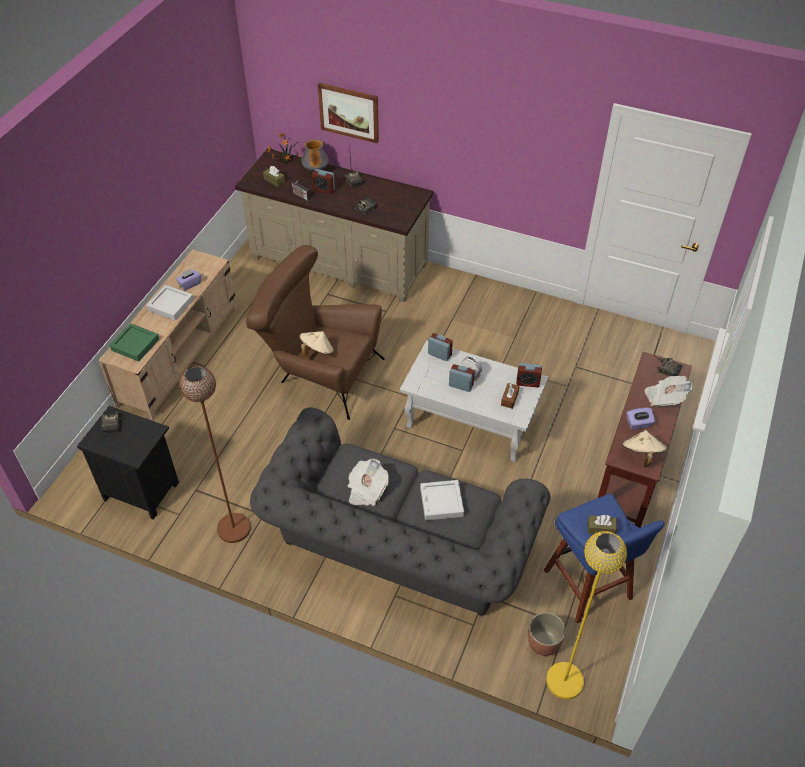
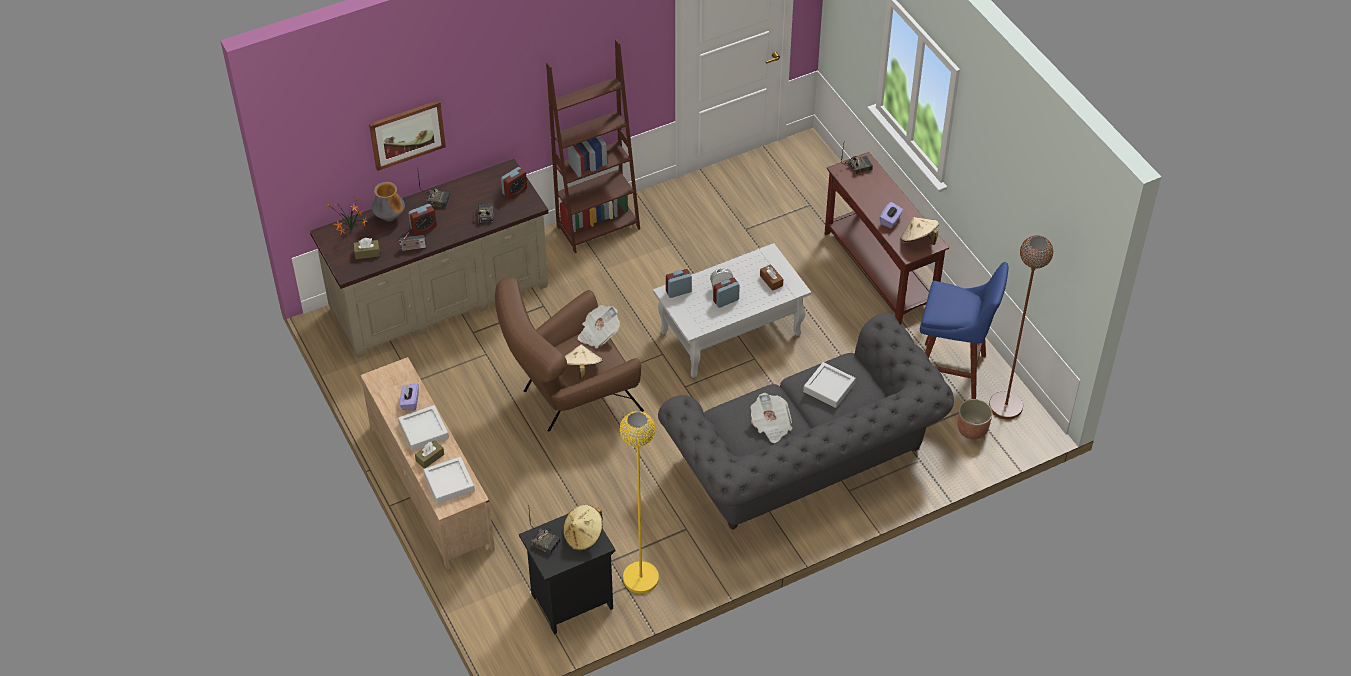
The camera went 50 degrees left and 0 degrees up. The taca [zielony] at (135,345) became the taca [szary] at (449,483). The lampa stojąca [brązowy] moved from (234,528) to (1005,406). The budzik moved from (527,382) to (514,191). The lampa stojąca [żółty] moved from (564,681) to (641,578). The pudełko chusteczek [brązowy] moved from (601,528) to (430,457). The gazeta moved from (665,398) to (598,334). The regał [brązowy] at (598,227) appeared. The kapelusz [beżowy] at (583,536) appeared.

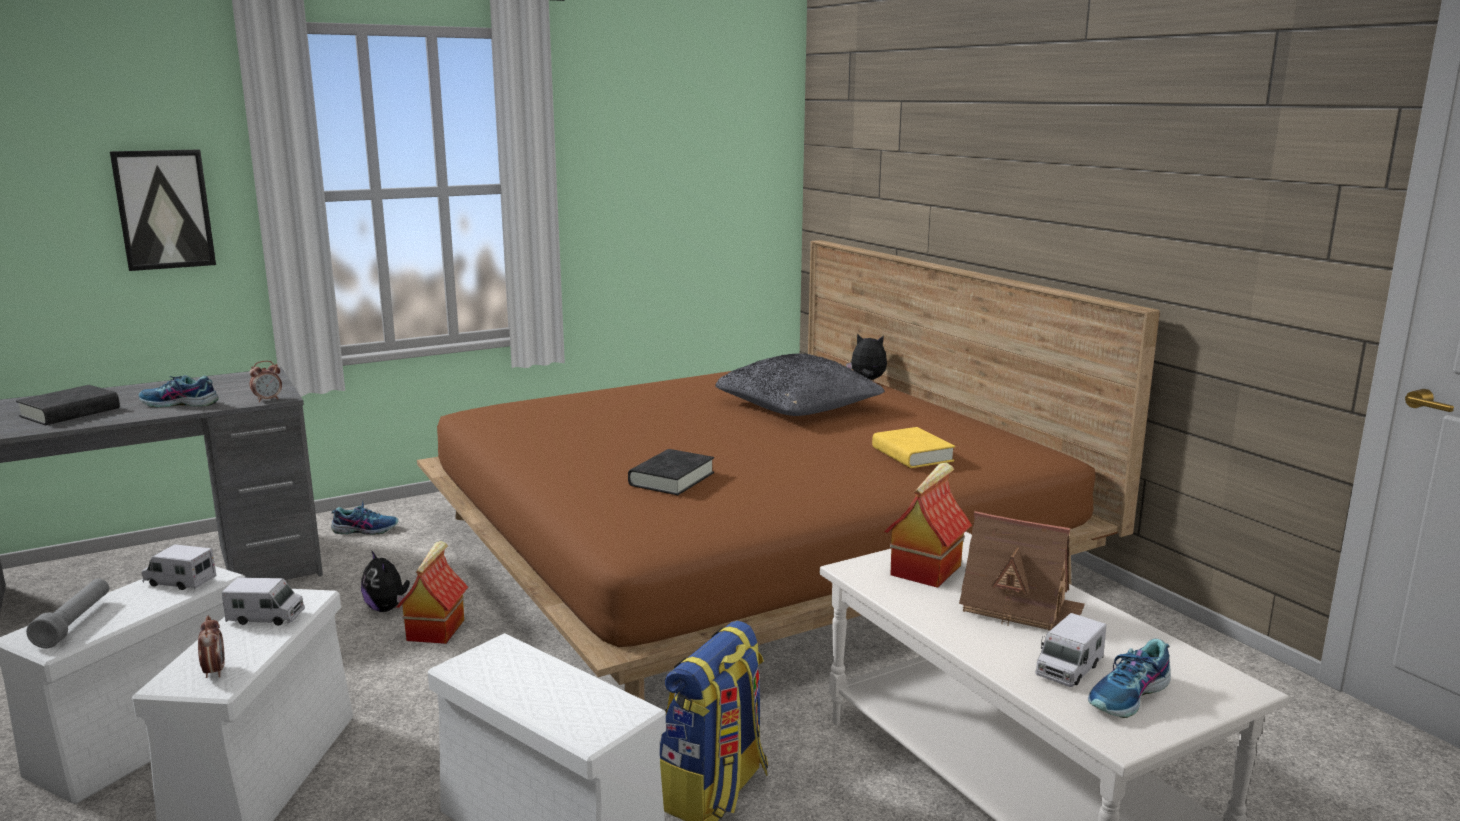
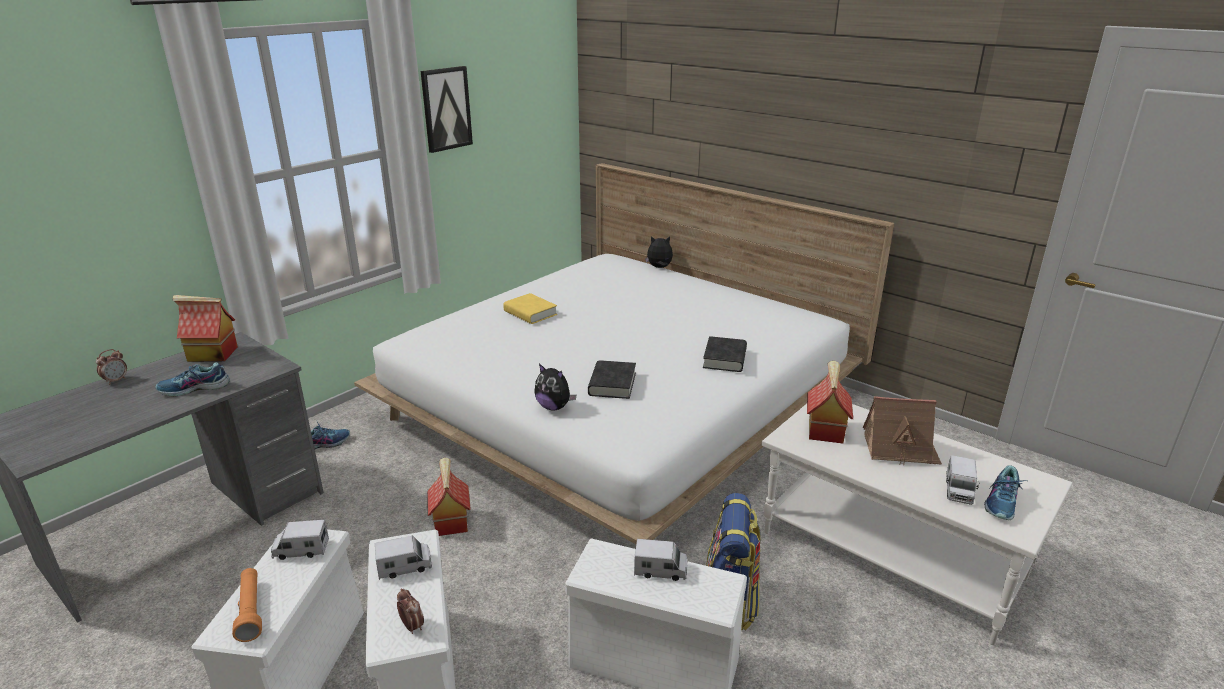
The camera went 20 degrees left and 10 degrees up. The książka [czarny] moved from (70,412) to (724,359). The latarka [szary] at (75,623) became the latarka [pomarańczowy] at (250,611). The obraz moved from (164,209) to (446,109). The budzik moved from (268,399) to (116,380). The pluszak moved from (387,608) to (554,407). The łóżko [brązowy] at (744,550) became the łóżko [biały] at (618,408). The poduszka [szary] at (798,406) disappeared. The książka [żółty] moved from (912,454) to (530,313). The domek at (211,354) appeared. The ciężarówka zabawkowa at (660,570) appeared.

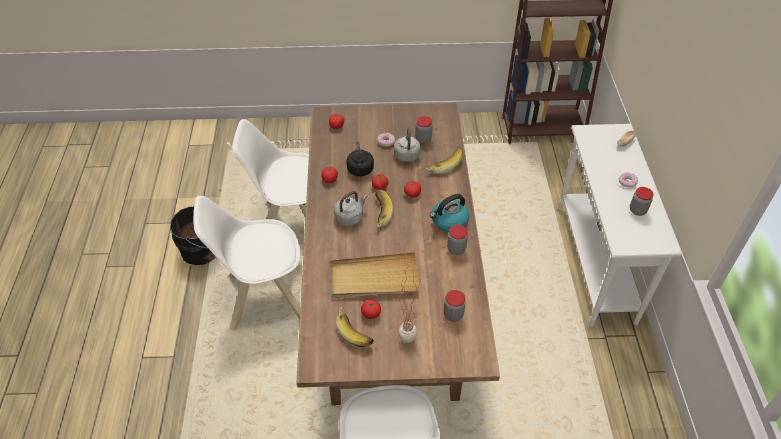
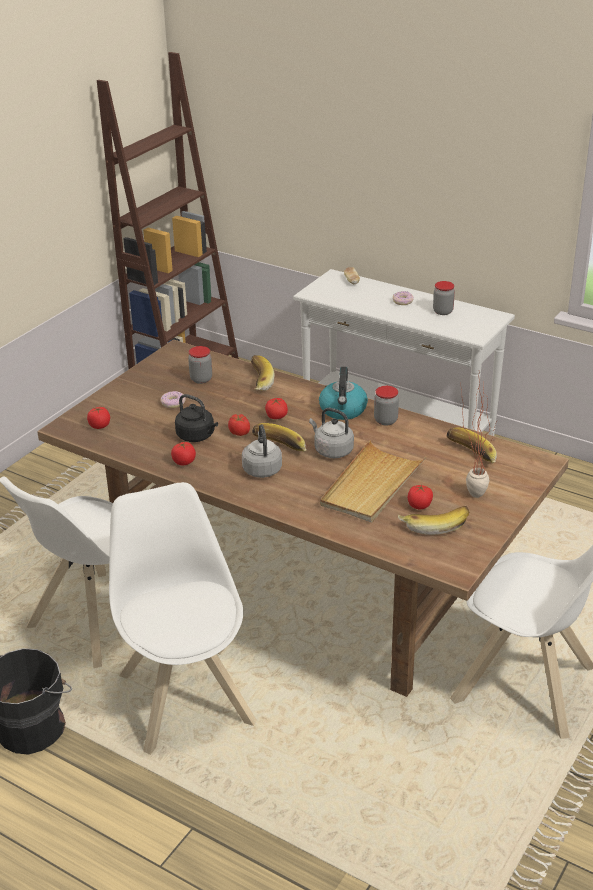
The camera went 55 degrees left and 15 degrees down. The krzesło [biały] at (264,297) turned 135 degrees clockwise. The czajnik [szary] moved from (407,154) to (331,450). The słoik at (453,314) was replaced by the banan at (470,455).

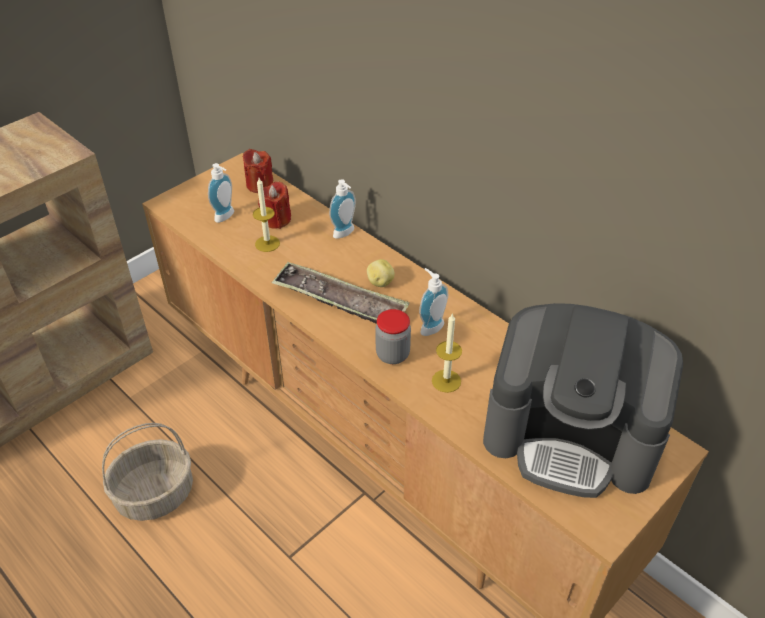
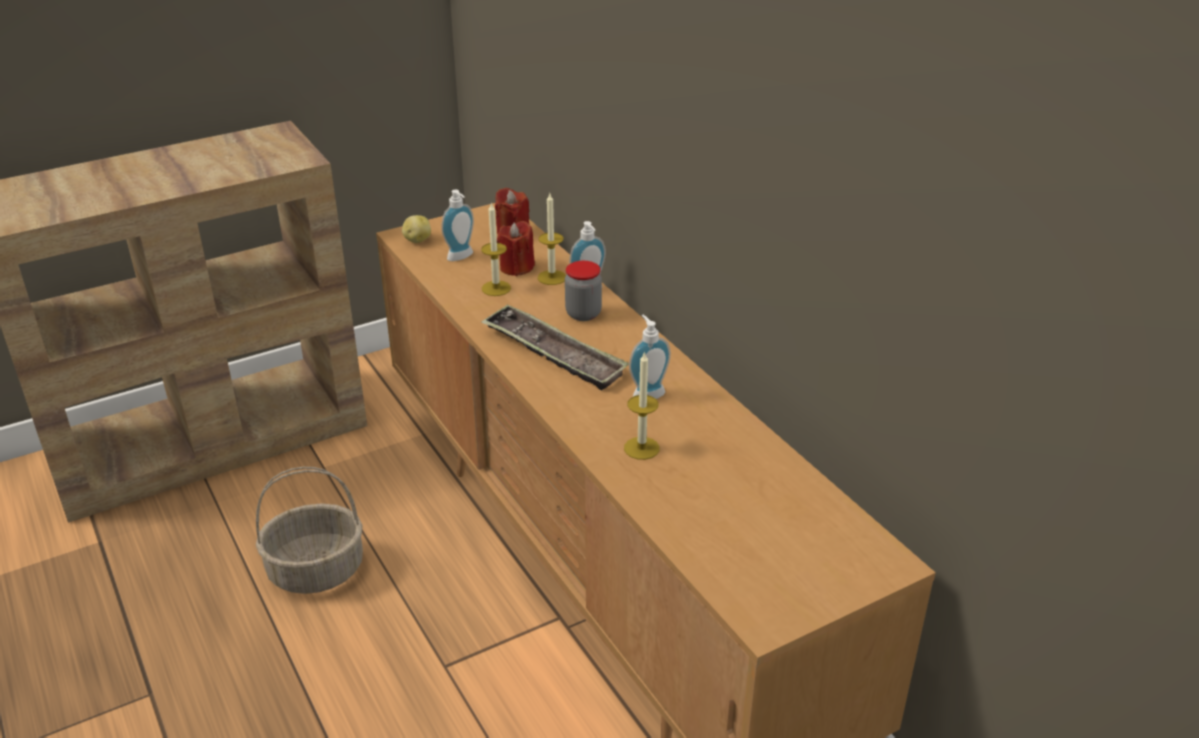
The camera went 15 degrees right and 10 degrees down. The ziemniak moved from (380,282) to (417,240). The słoik moved from (392,354) to (583,314). The ekspres do kawy at (571,434) disappeared. The świeca at (552,277) appeared.

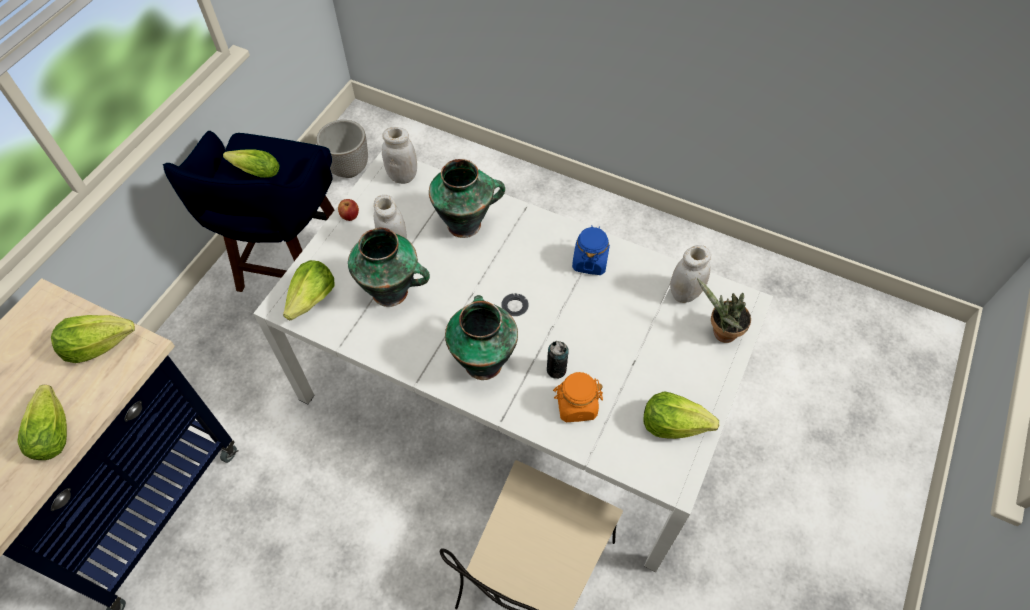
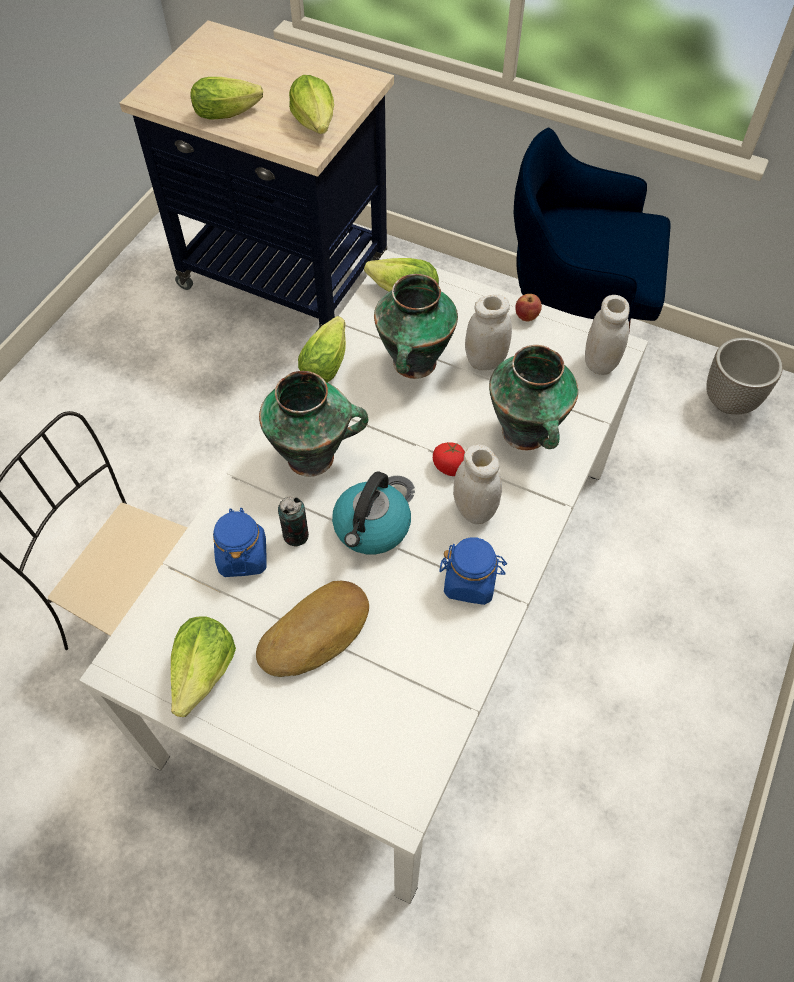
The camera went 90 degrees right and 0 degrees up. The sałata moved from (254,171) to (327,360). The słoik [pomarańczowy] at (576,406) became the słoik [niebieski] at (243,556). The słoik [biały] moved from (685,293) to (474,509). The roślina doniczkowa at (720,333) disappeared. The chleb at (317,634) appeared. The czajnik at (371,528) appeared. The pomidor at (449,467) appeared.

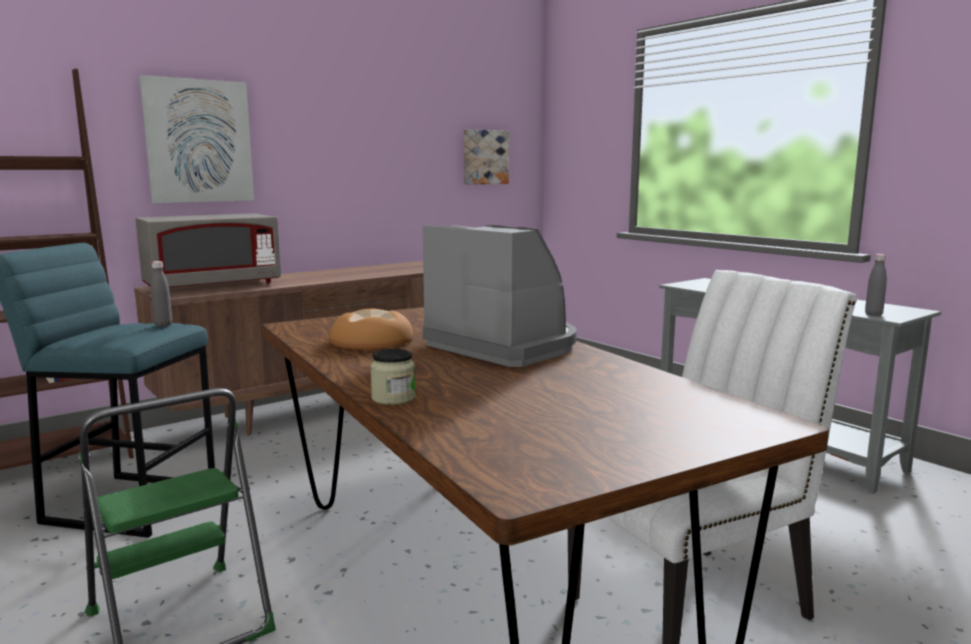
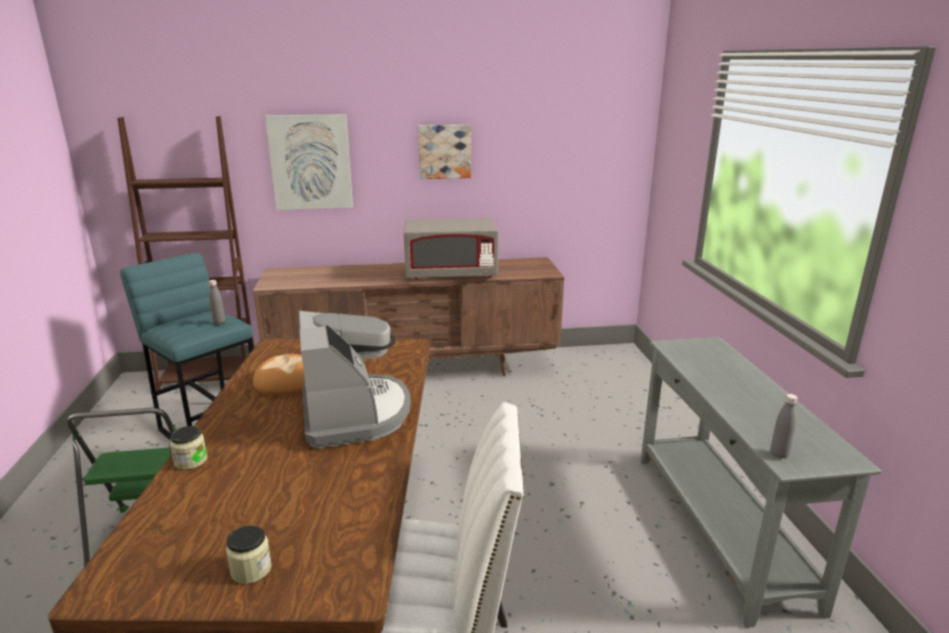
The camera went 30 degrees right and 10 degrees up. The mikrofalówka [szary] moved from (212,285) to (451,274). The obraz moved from (484,157) to (444,151). The słoik at (251,570) appeared.

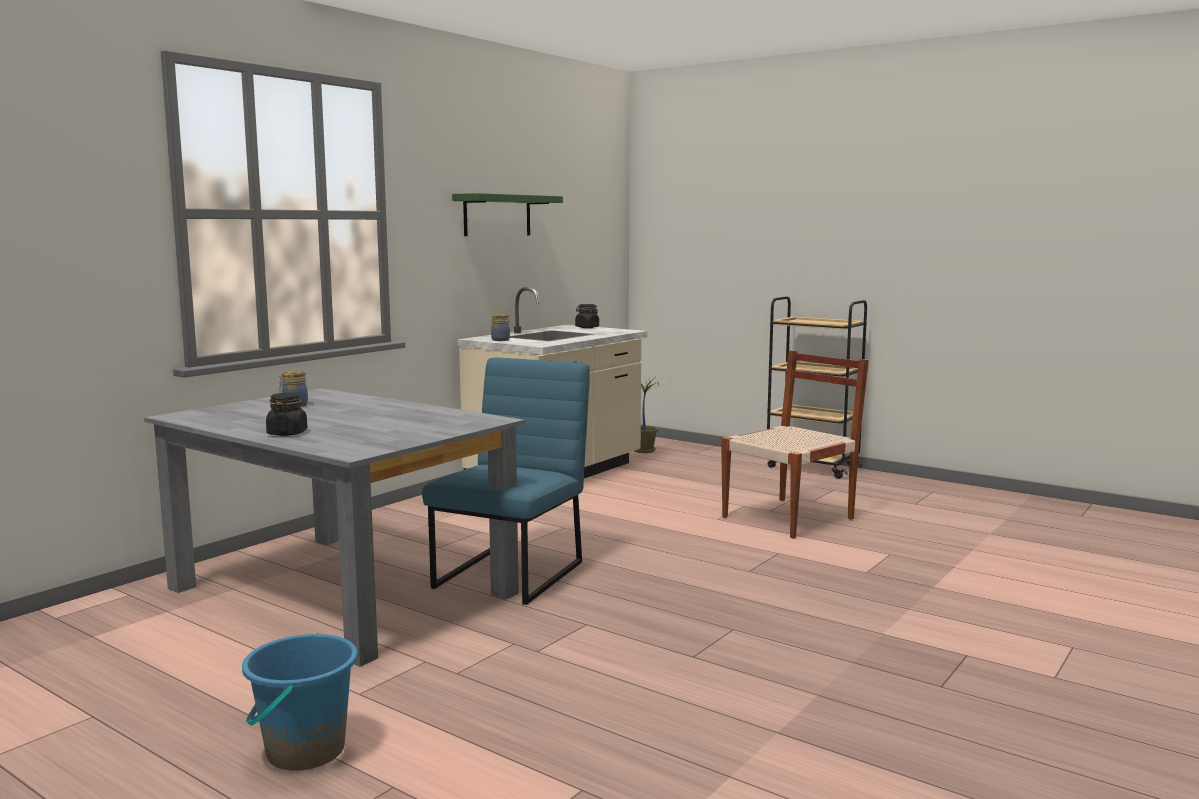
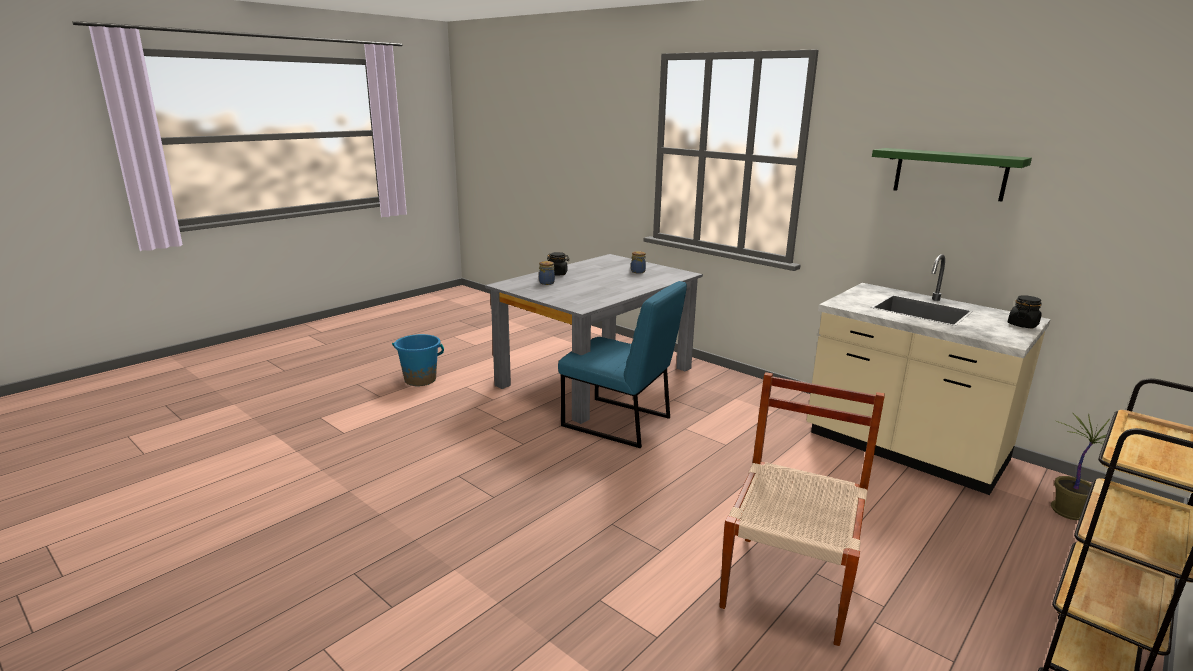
The camera went 95 degrees right and 10 degrees up. The słoik moved from (500,340) to (547,283). The krzesło at (790,517) turned 120 degrees counterclockwise.

